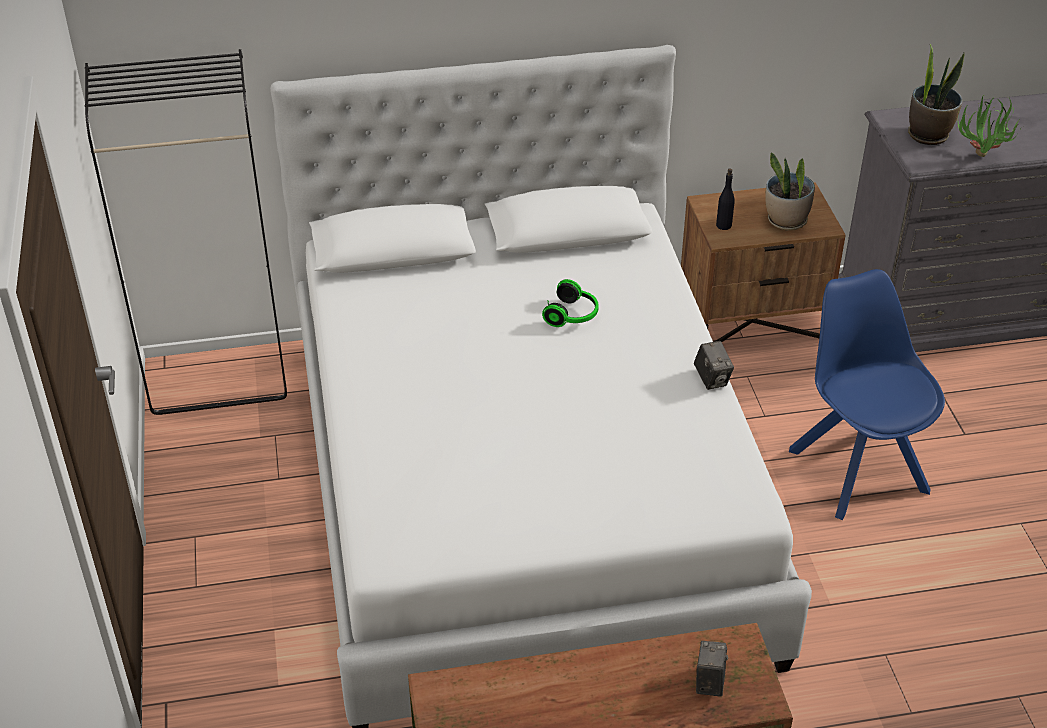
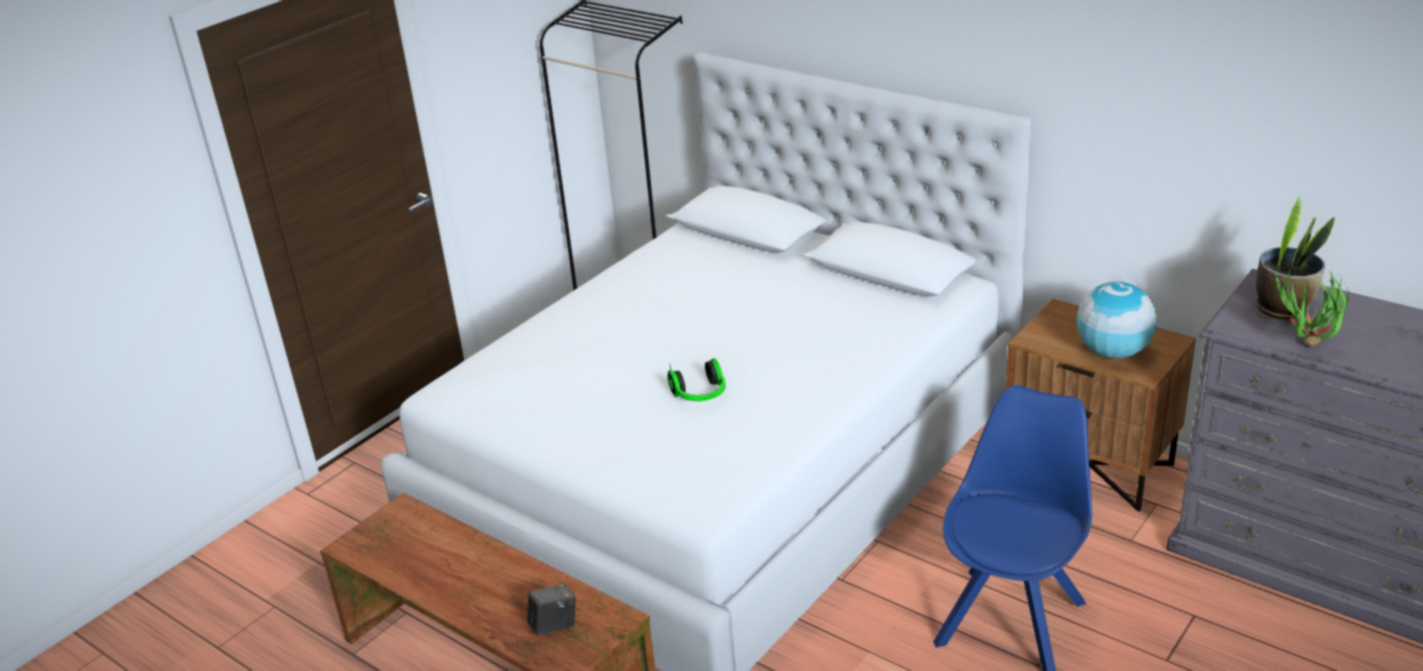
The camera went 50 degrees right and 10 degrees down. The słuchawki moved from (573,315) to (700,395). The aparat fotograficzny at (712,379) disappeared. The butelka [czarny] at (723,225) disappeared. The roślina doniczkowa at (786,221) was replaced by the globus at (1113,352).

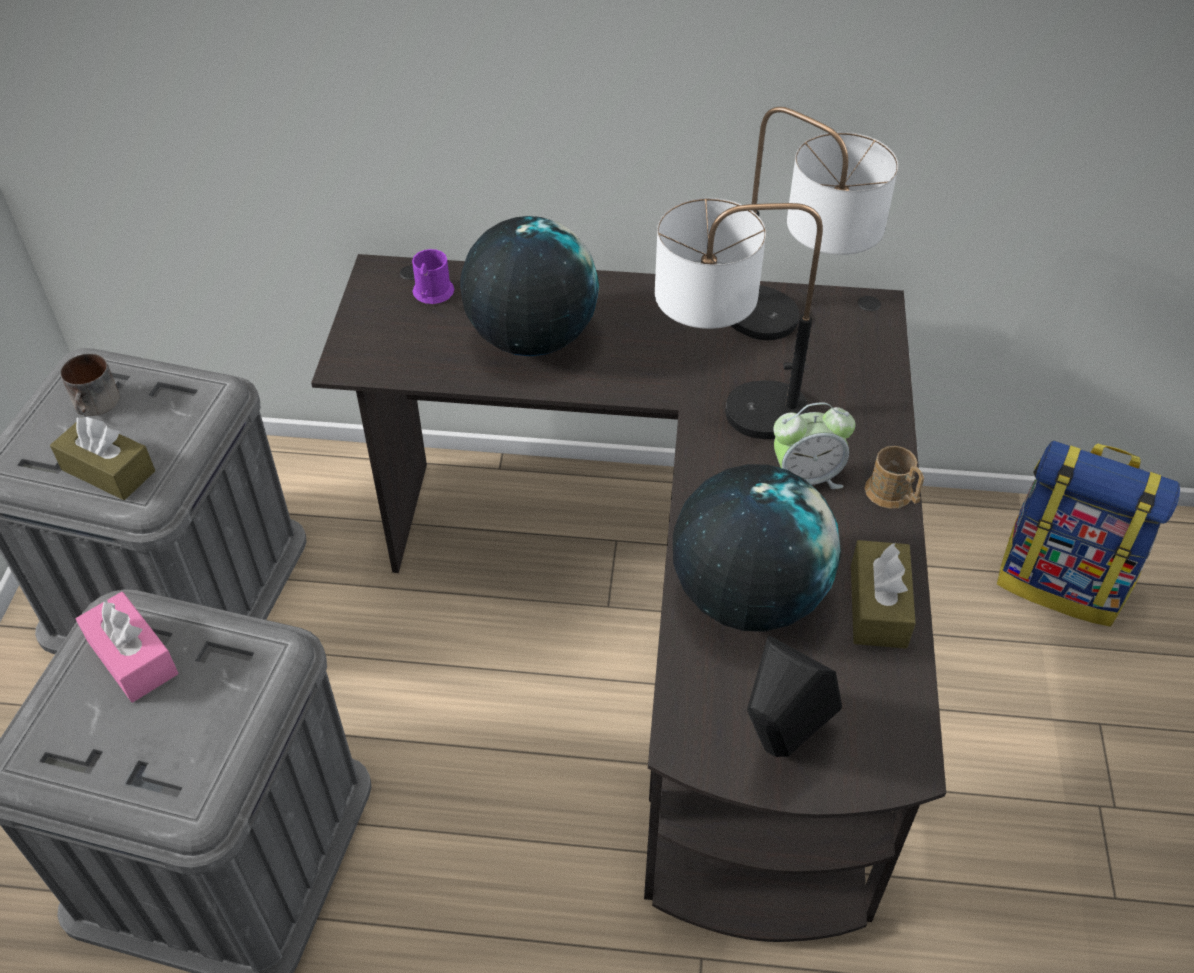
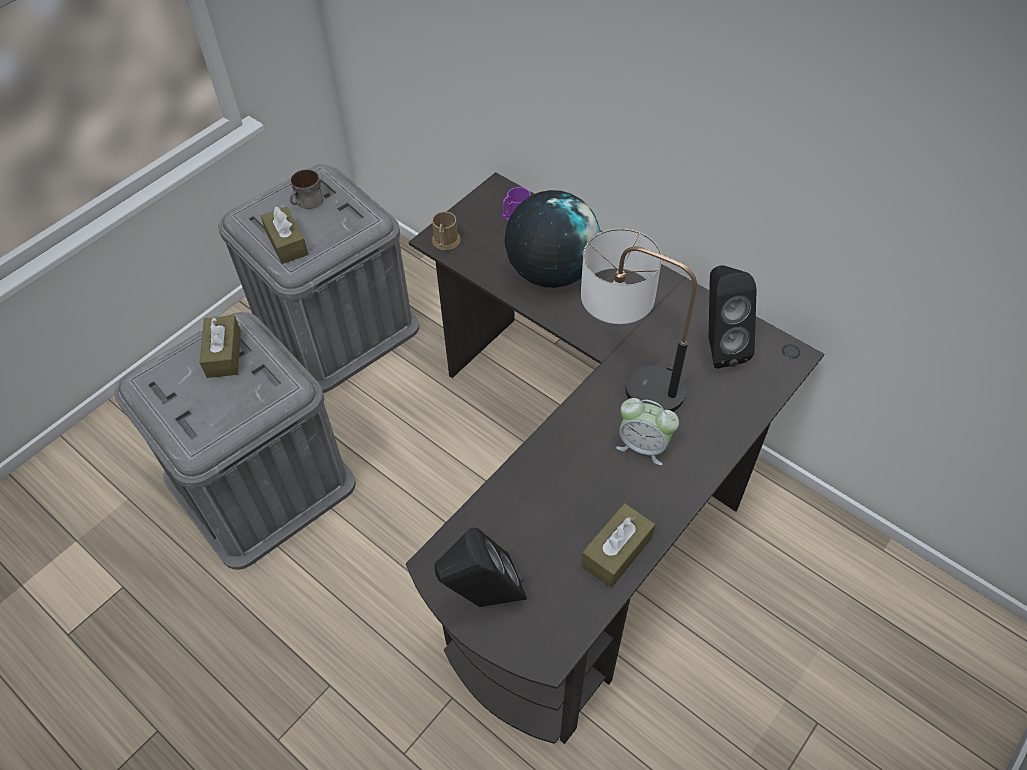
The camera went 35 degrees right and 5 degrees up. The pudełko chusteczek [różowy] at (133,658) became the pudełko chusteczek [brązowy] at (224,354). The globus at (747,596) disappeared. The lampa stołowa at (791,333) was replaced by the głośnik [czarny] at (718,346). The kubek [brązowy] moved from (893,495) to (445,242). The plecak at (1061,581) disappeared.

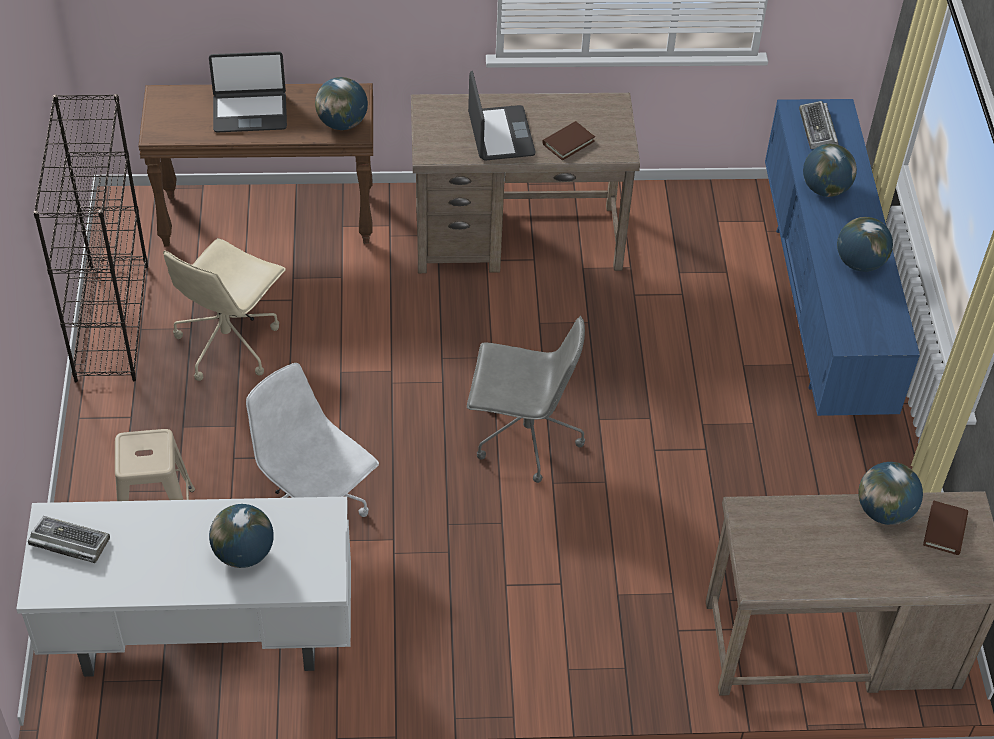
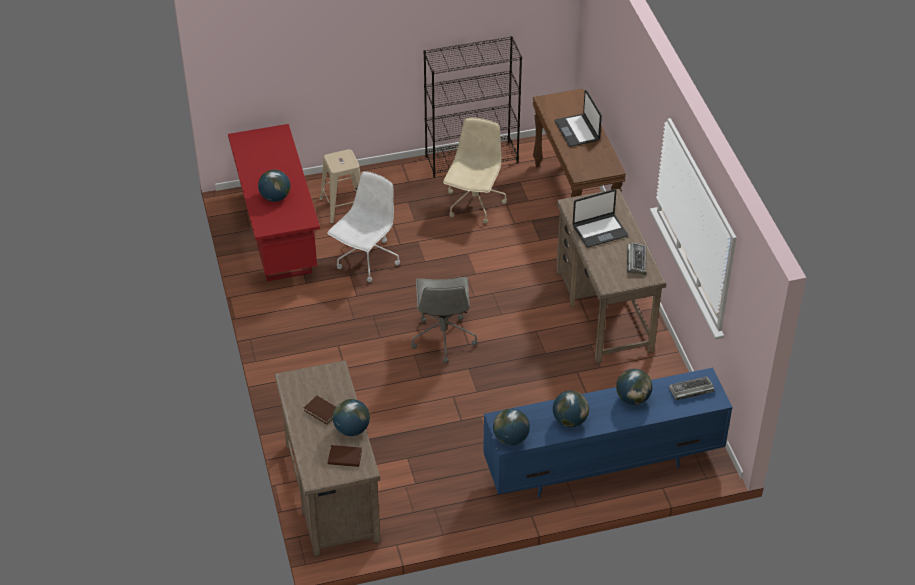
The camera went 80 degrees right and 5 degrees down. The biurko [biały] at (201,637) became the biurko [czerwony] at (277,237). The klawiatura moved from (68,542) to (636,260). The krzesło biurowe [beżowy] at (230,341) turned 90 degrees clockwise. The globus moved from (342,122) to (511,438). The książka [brązowy] moved from (568,142) to (322,411).

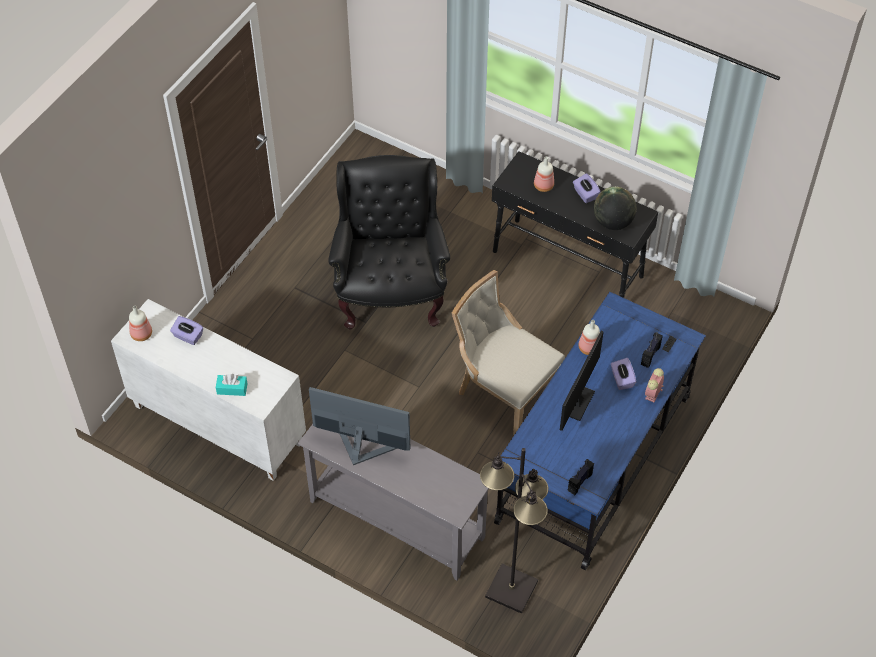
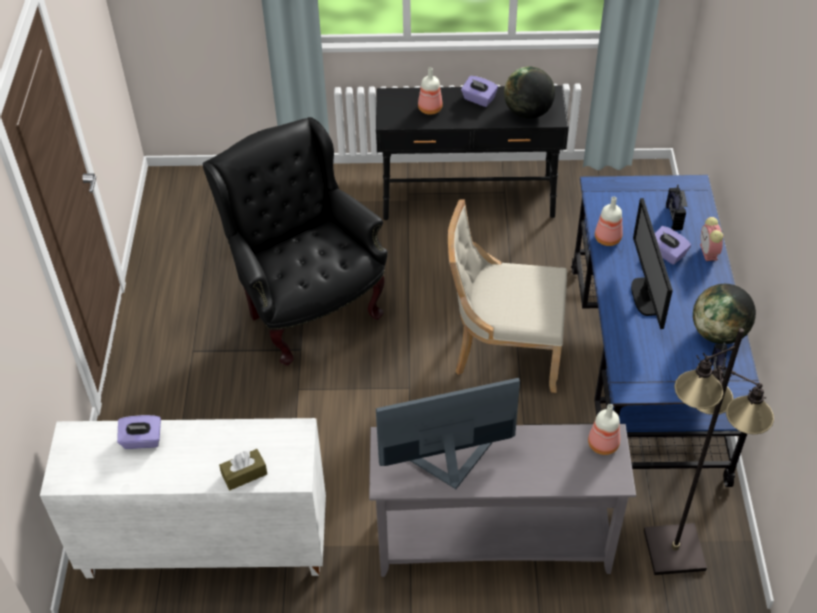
The camera went 30 degrees left and 5 degrees down. The butelka moved from (141,334) to (604,445). The pudełko chusteczek [turkusowy] at (232,389) became the pudełko chusteczek [brązowy] at (244,474). The globus at (718,333) appeared.

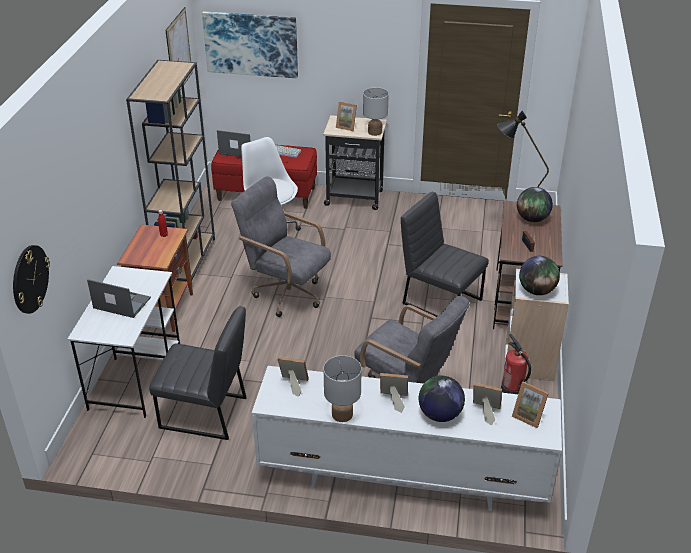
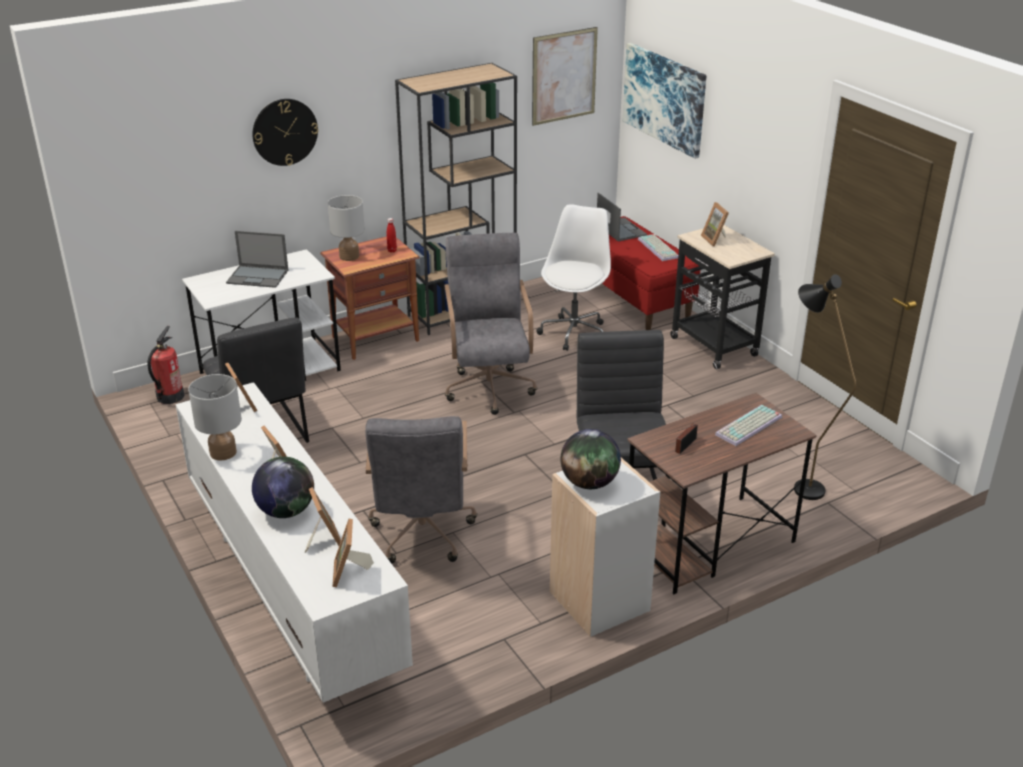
The camera went 50 degrees right and 5 degrees down. The zegar ścienny moved from (30,279) to (285,132). The laptop at (121,303) turned 120 degrees clockwise. The lampa stołowa [szary] moved from (374,132) to (349,256). The gaśnica moved from (512,390) to (170,397). The globus at (532,219) was replaced by the klawiatura at (749,427).

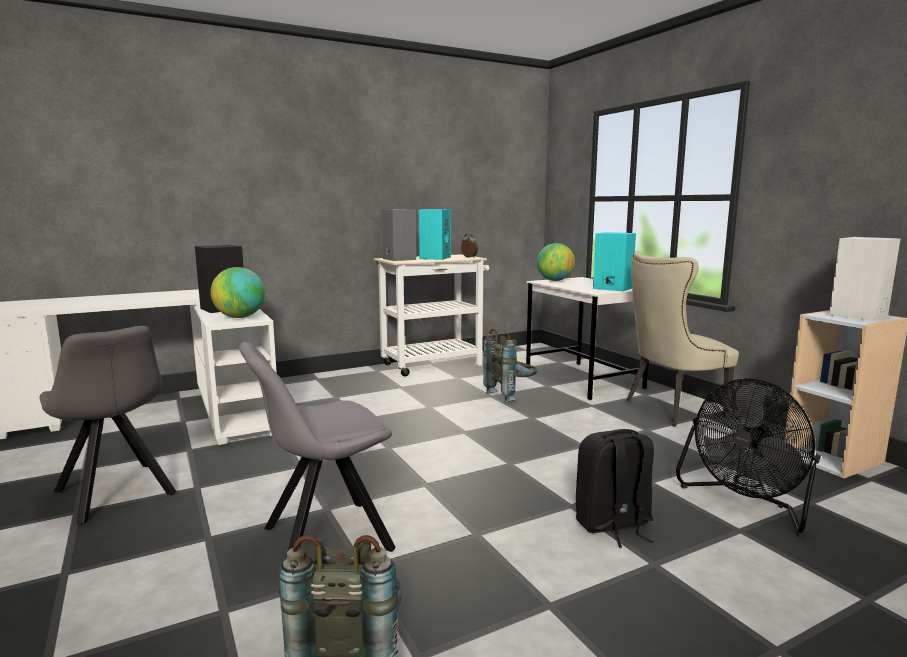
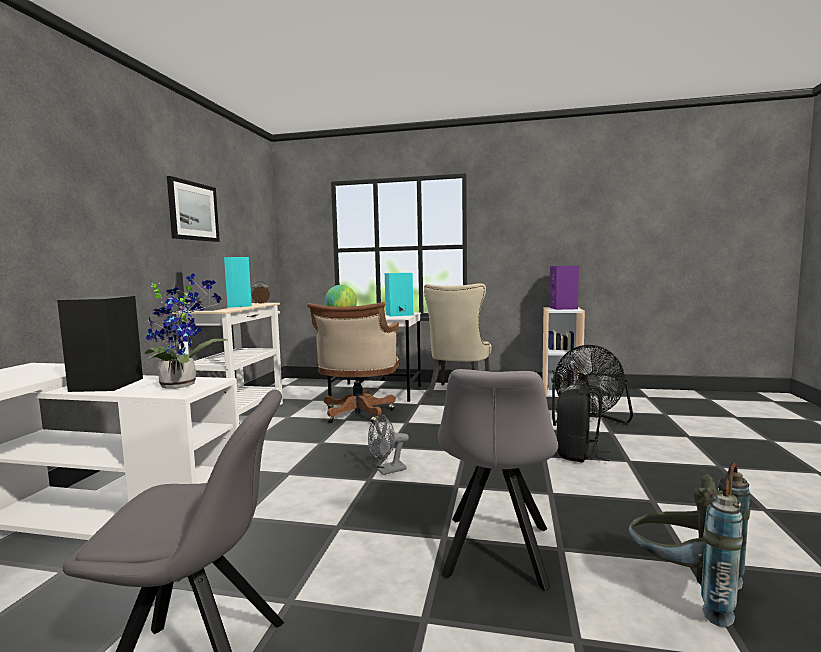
The camera went 50 degrees left and 5 degrees down. The globus at (240,317) was replaced by the roślina doniczkowa at (182,384). The plecak [szary] at (511,395) was replaced by the krzesło biurowe at (358,415). The głośnik [biały] at (859,315) became the głośnik [fioletowy] at (564,308). The obraz at (193,211) appeared. The wentylator [szary] at (387,471) appeared.

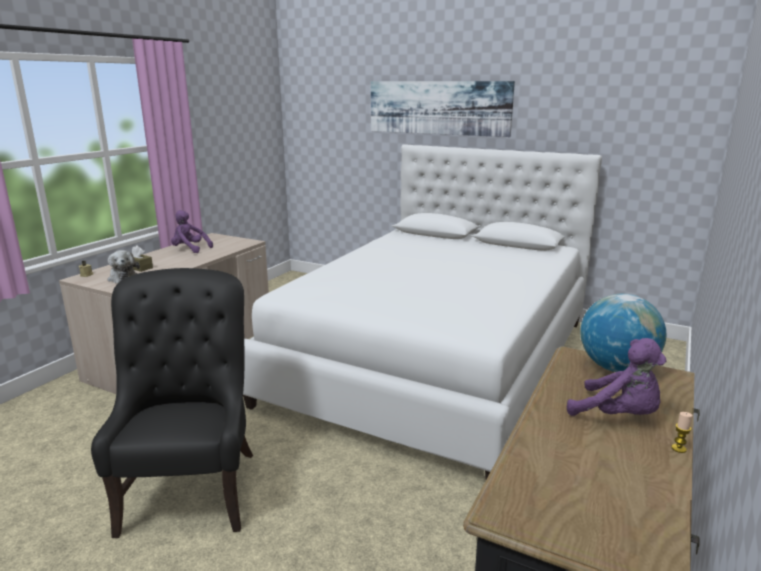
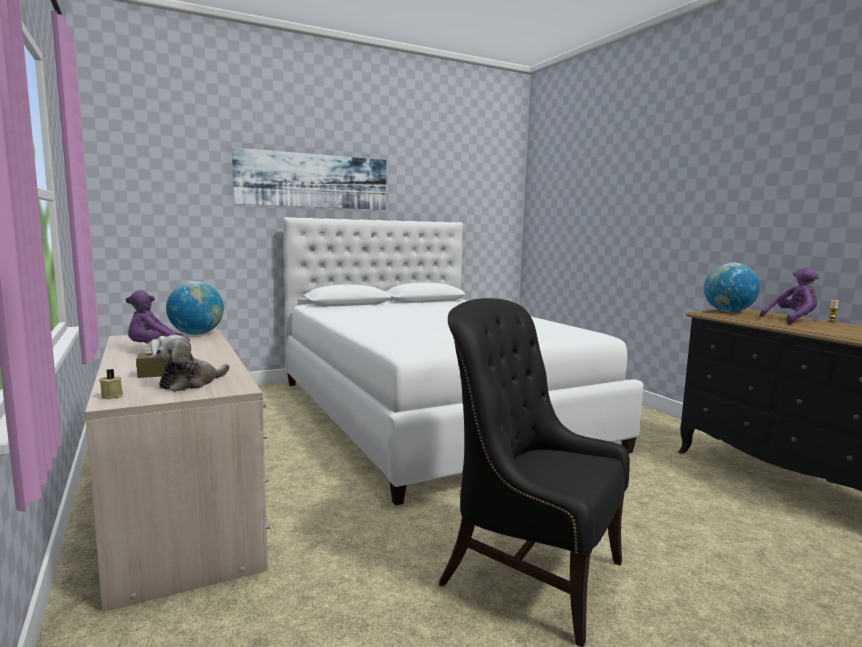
The camera went 55 degrees left and 10 degrees down. The pluszak at (123,278) turned 120 degrees clockwise. The globus at (196,334) appeared.

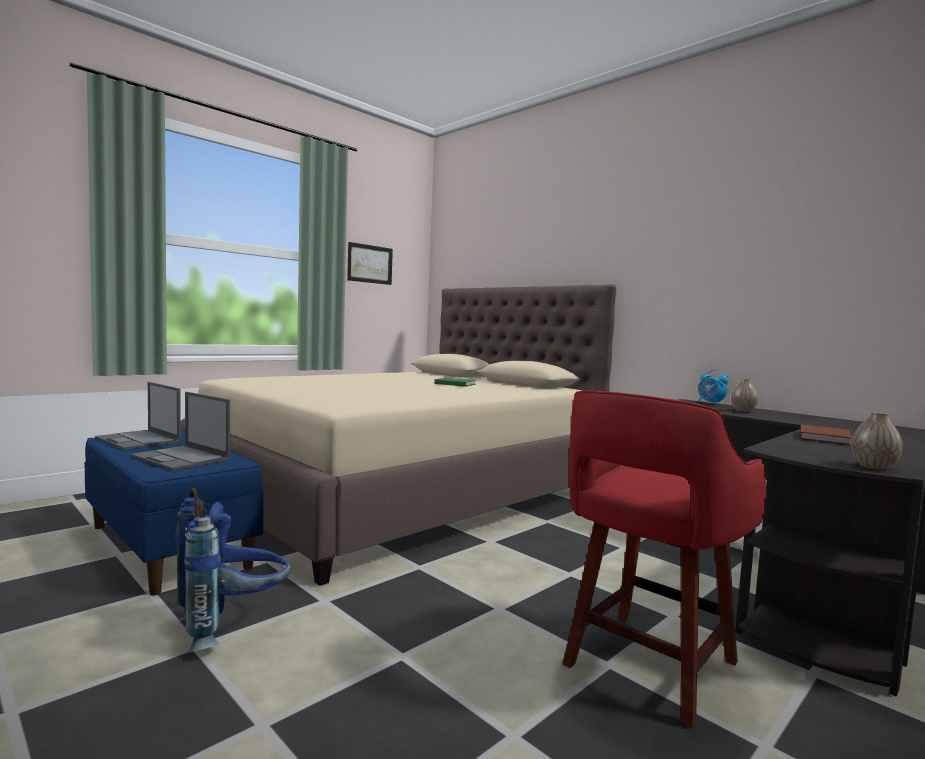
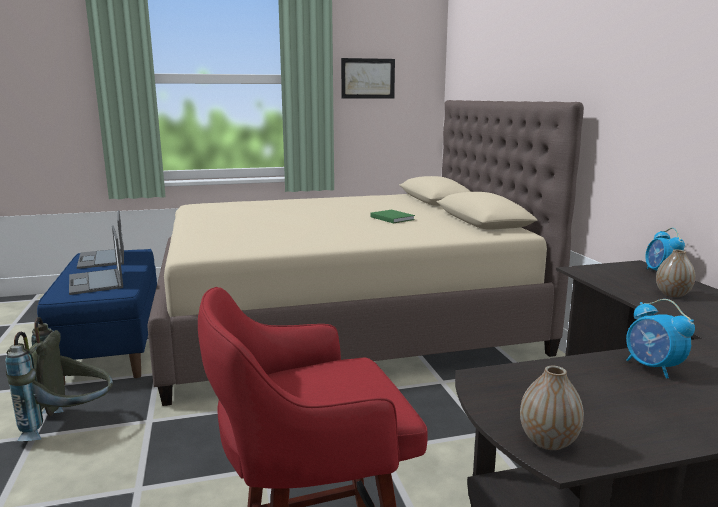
The camera went 30 degrees right and 10 degrees up. The plecak [niebieski] at (232,625) became the plecak [szary] at (71,425). The książka [brązowy] at (825,437) was replaced by the budzik at (653,368).

